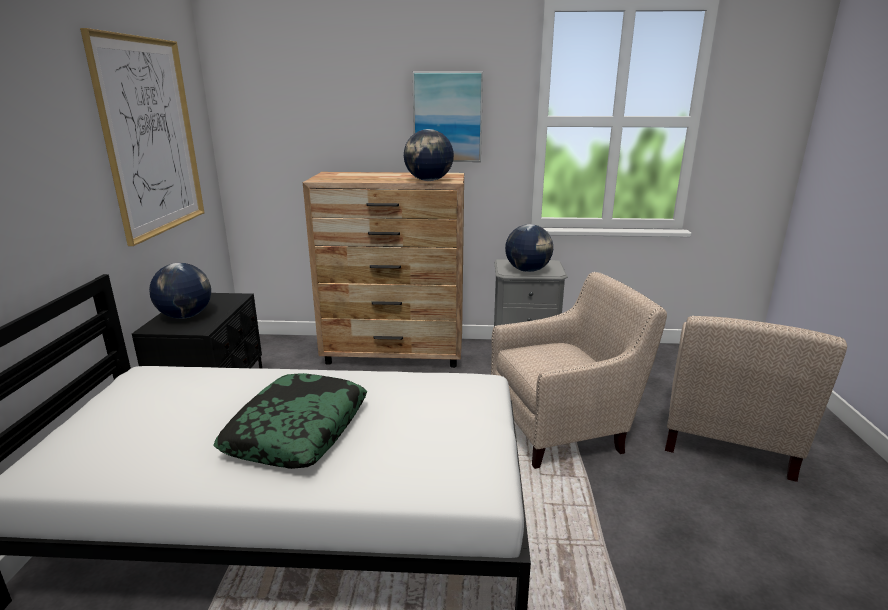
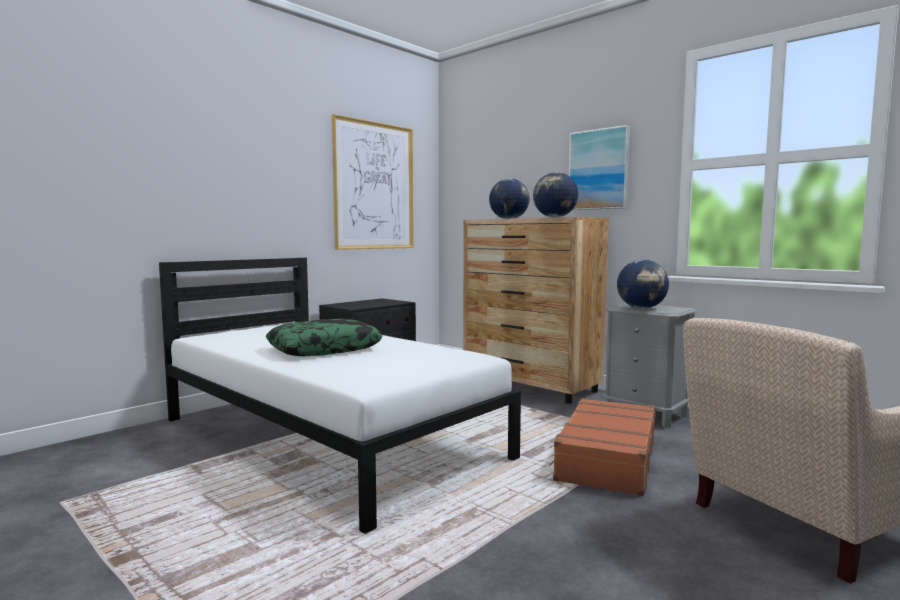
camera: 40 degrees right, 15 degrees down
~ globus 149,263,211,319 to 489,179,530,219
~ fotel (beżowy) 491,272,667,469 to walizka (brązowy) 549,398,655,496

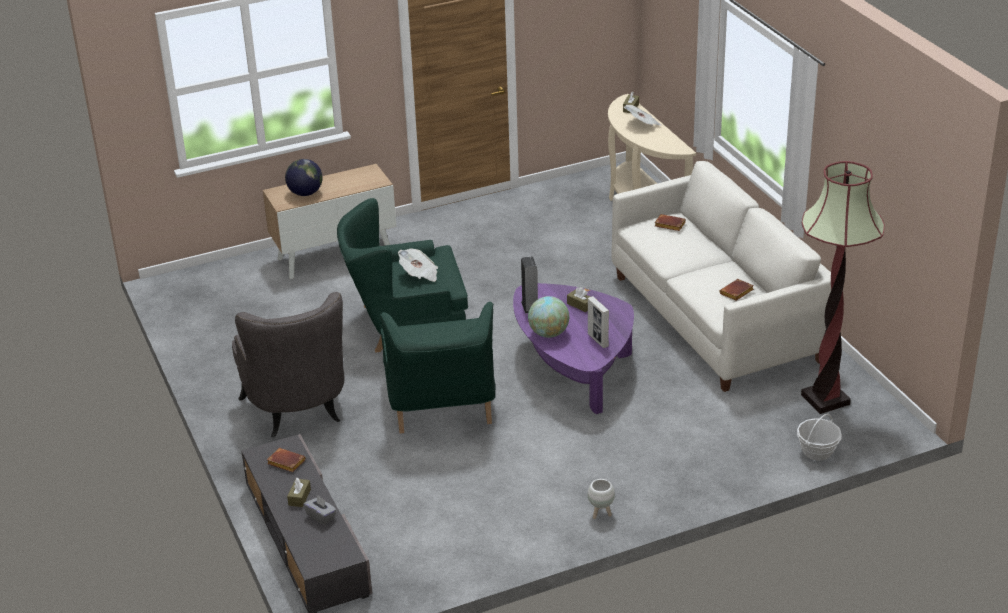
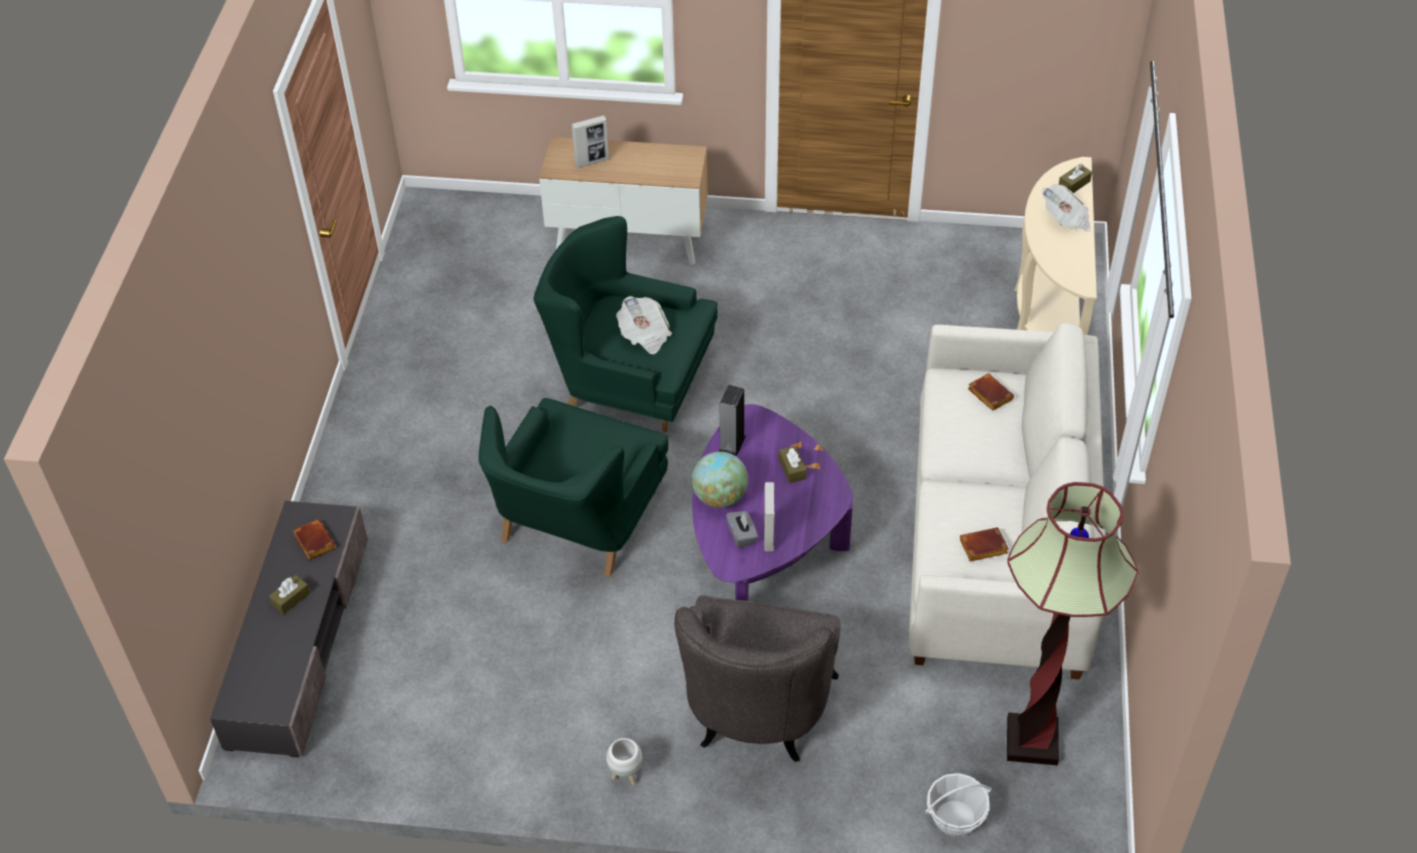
camera: 30 degrees right, 15 degrees up
~ globus 285,159,323,196 to ramka na zdjęcie 571,115,609,168
~ fotel (szary) 232,292,344,437 to 674,595,840,762
~ pudełko chusteczek (szary) 303,495,336,525 to 726,511,758,548

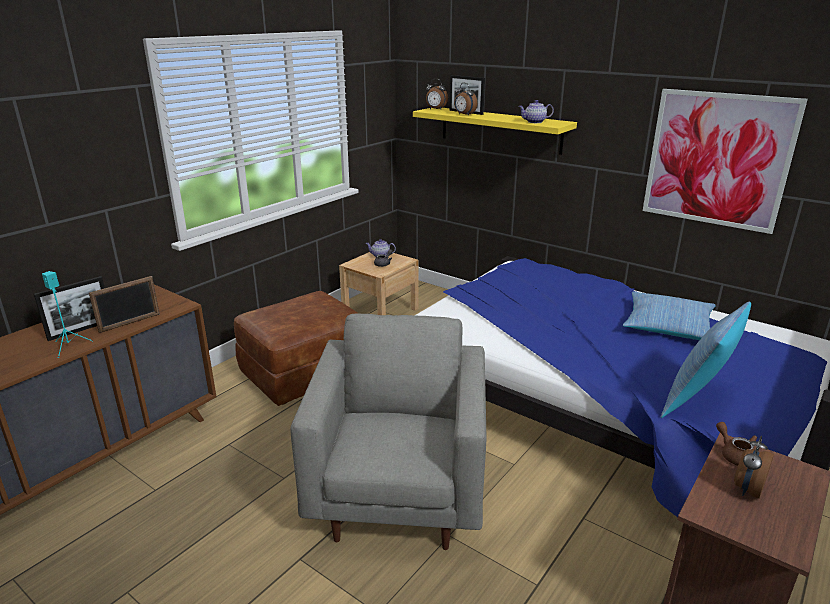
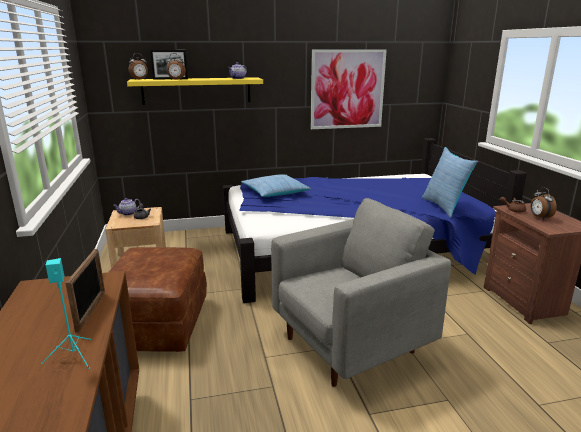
camera: 50 degrees left, 5 degrees down
~ poduszka 623,292,716,340 to 241,174,311,197
~ fotel (szary) 290,314,486,550 = 271,198,451,387 105 degrees clockwise
- ramka na zdjęcie 34,276,105,341

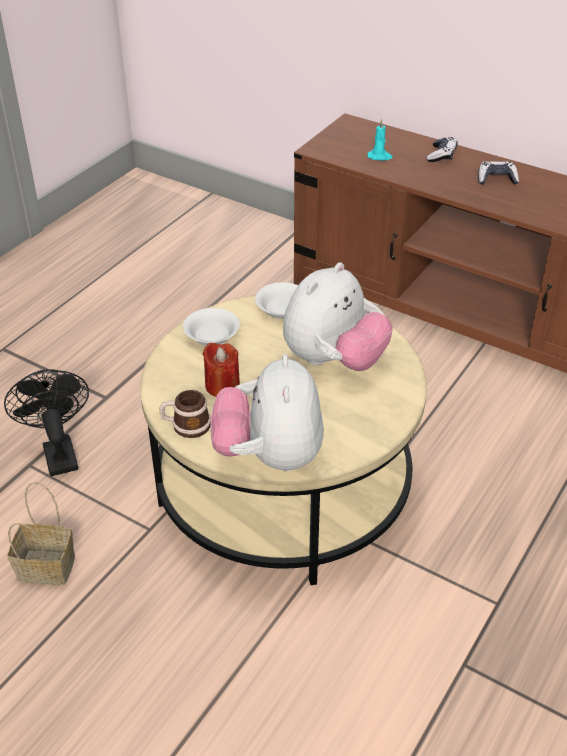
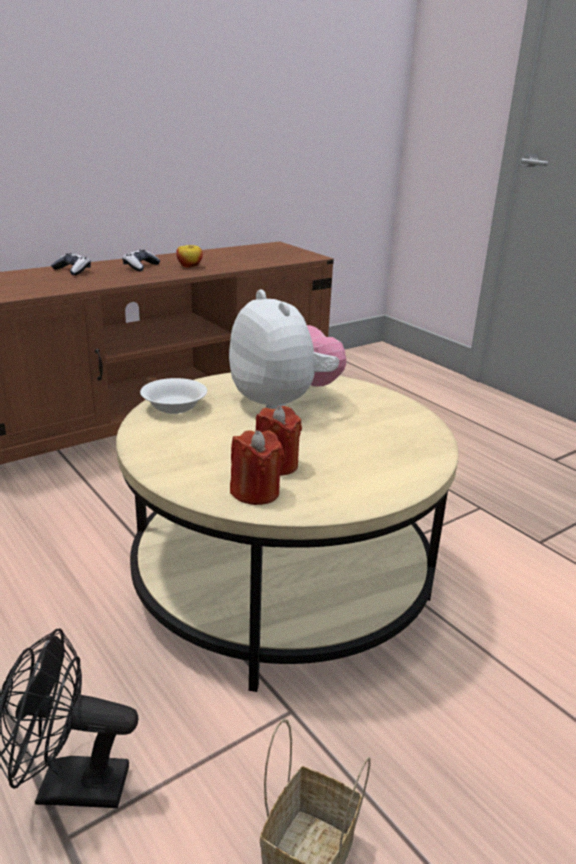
camera: 70 degrees left, 15 degrees down
+ jabłko 176,245,203,268
+ świeca (czerwony) 230,430,285,505
- kubek 160,390,211,438
- miska (biały) 183,308,240,345
- pluszak 211,354,324,471
- świeca (turkusowy) 368,119,393,161

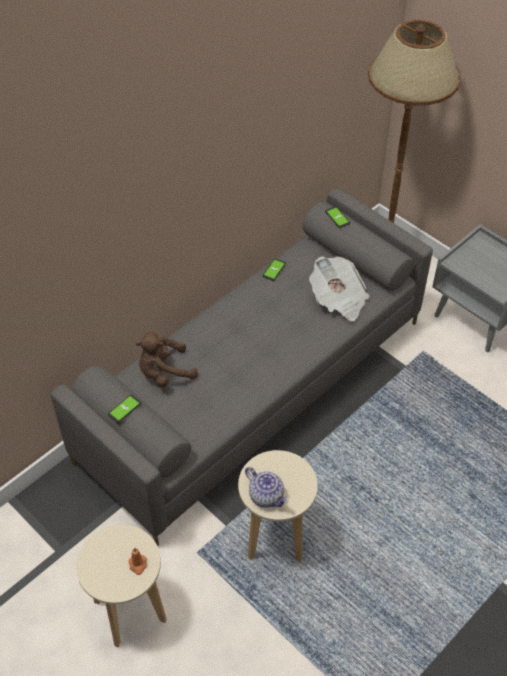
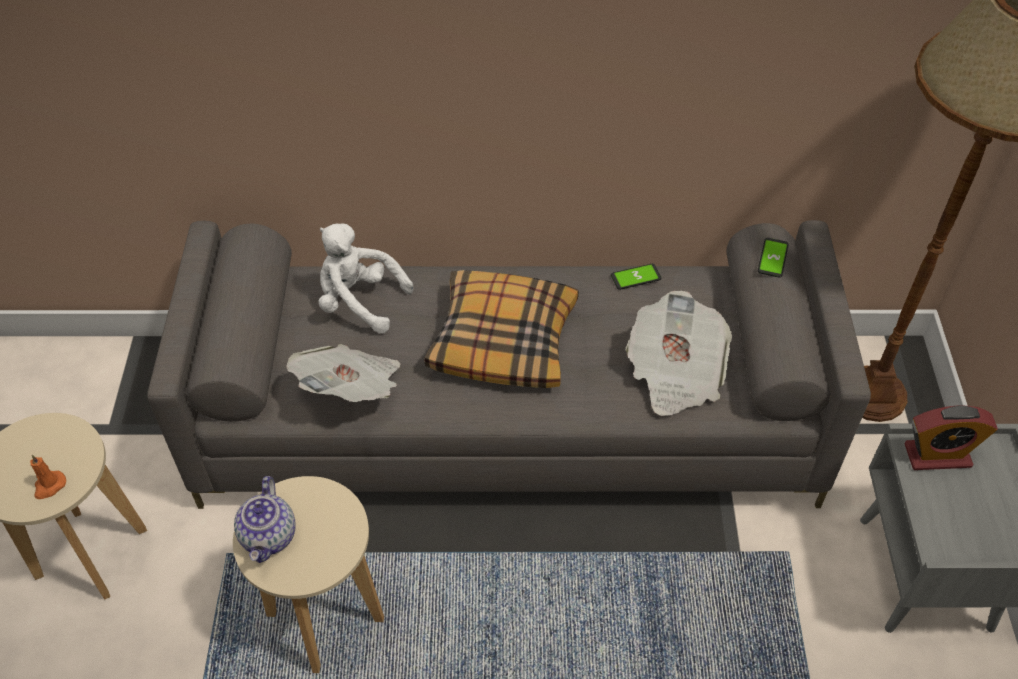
camera: 45 degrees right, 0 degrees up
+ gazeta 287,344,401,402
~ pluszak (brązowy) 136,332,198,387 to pluszak (biały) 319,224,413,334
+ poduszka 424,270,579,388
+ budzik 904,406,998,470
- telefon 108,395,141,423

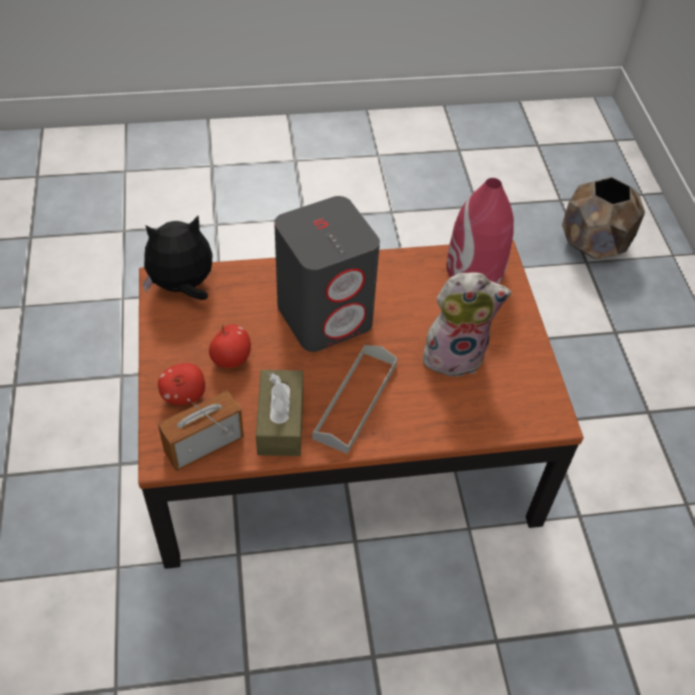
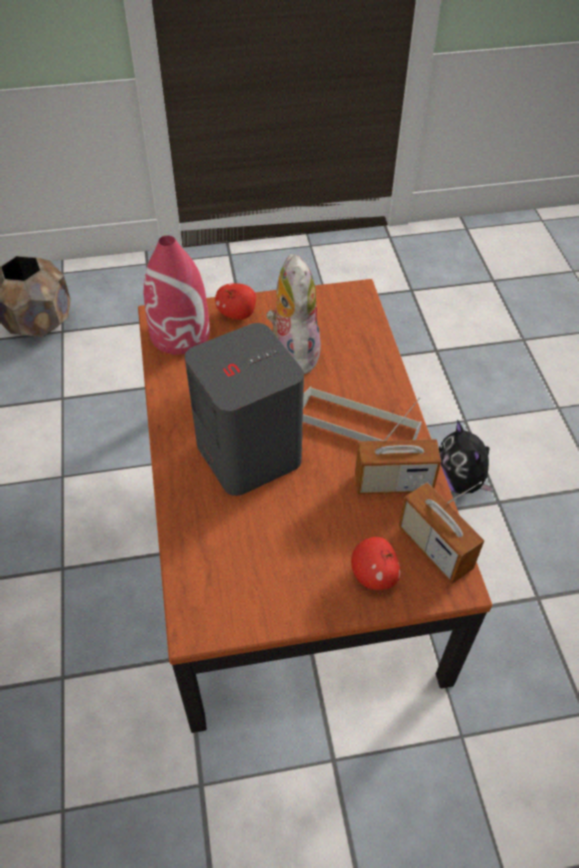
camera: 90 degrees left, 0 degrees up
~ jabłko 209,324,251,368 to 215,283,256,320
~ pudełko chusteczek (brązowy) 256,370,303,456 to radio 355,397,441,494
~ pluszak 143,216,212,300 to 439,419,494,494

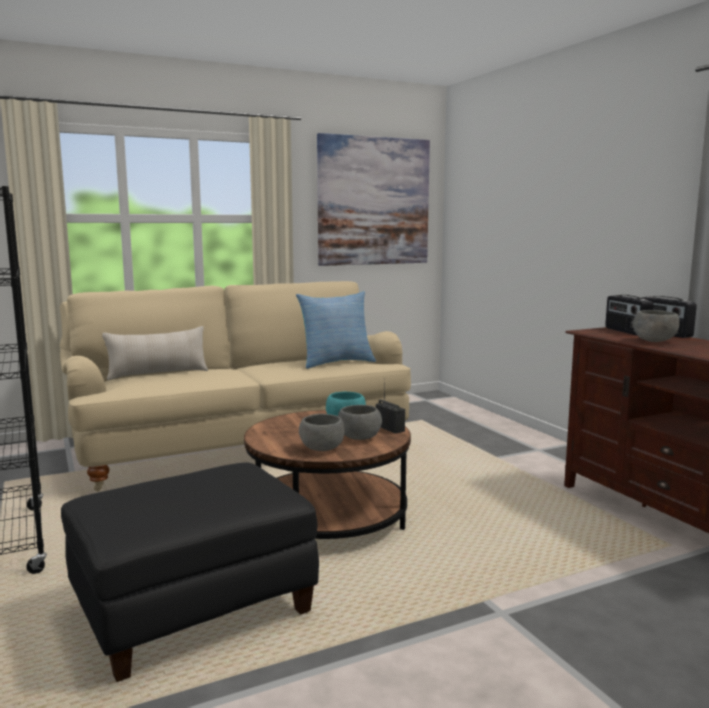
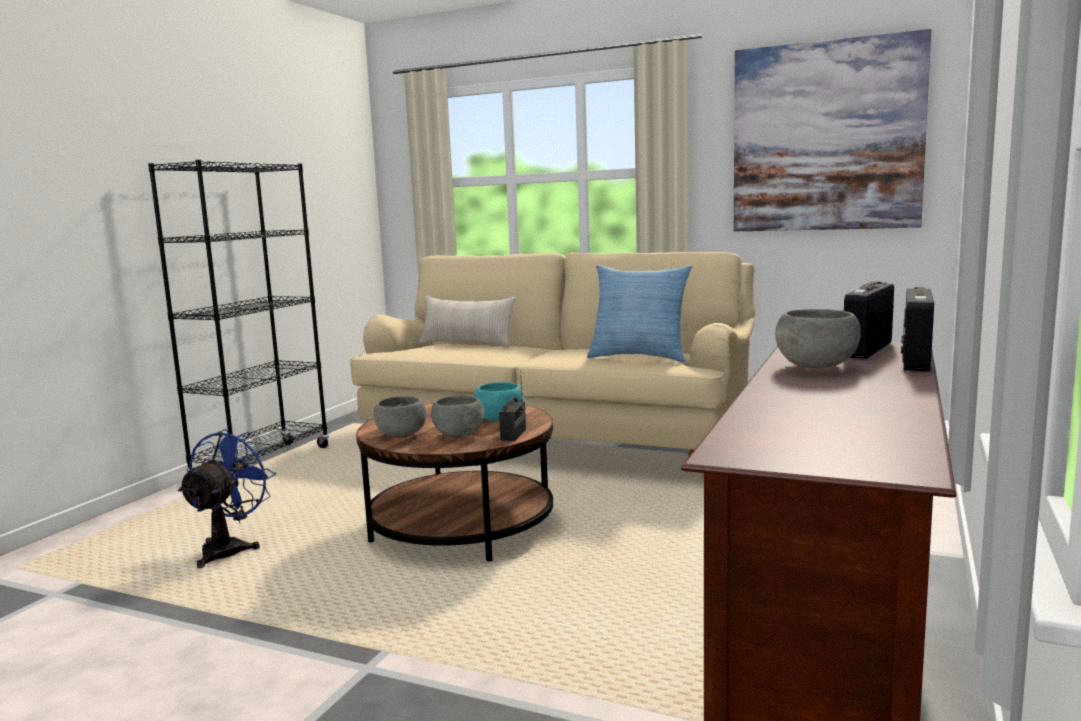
camera: 50 degrees right, 0 degrees up
~ pufa (czarny) 61,462,319,682 to wentylator (niebieski) 178,429,276,568

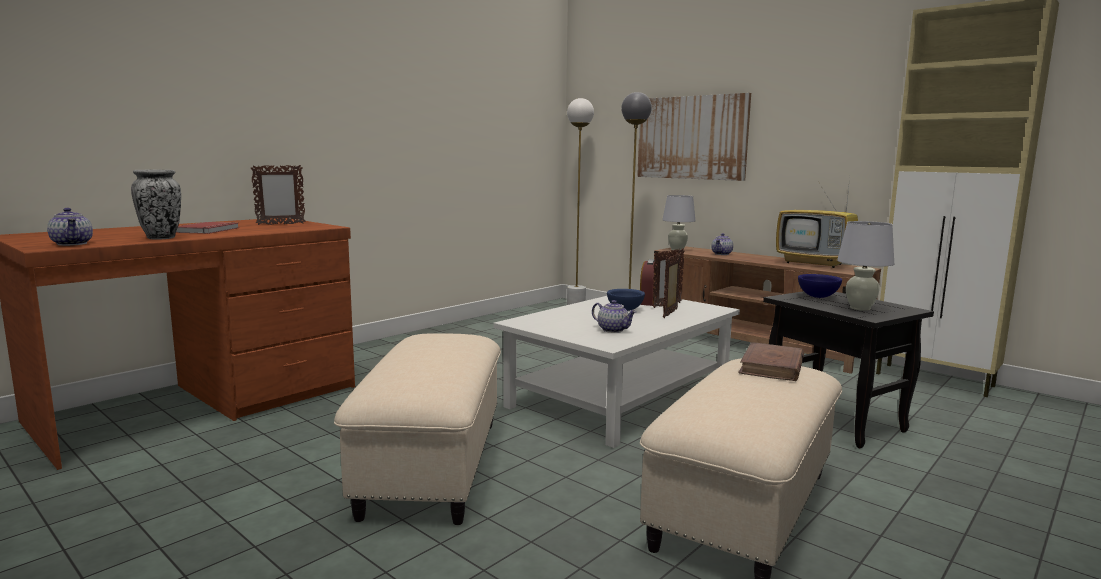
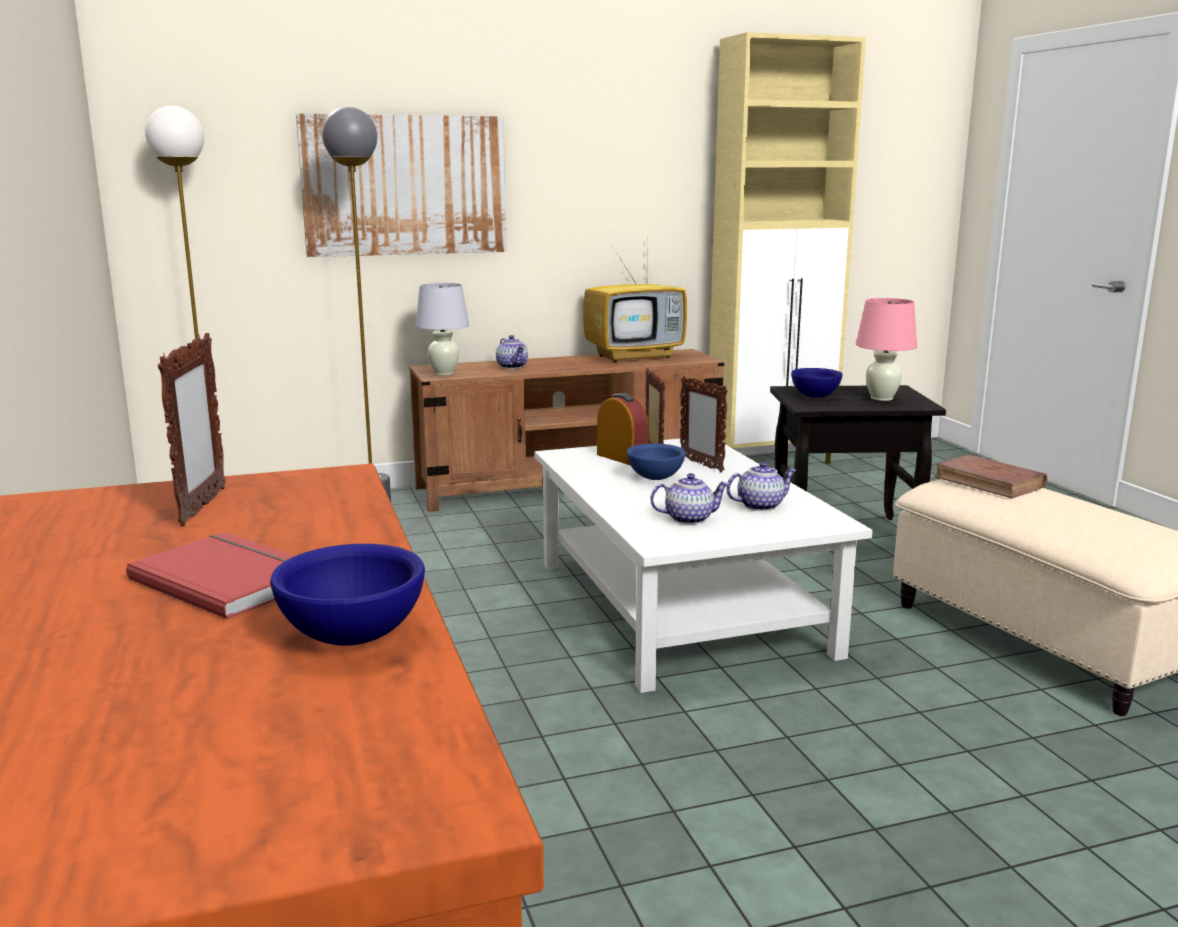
camera: 60 degrees left, 5 degrees up
~ wazon 131,170,181,240 to miska (niebieski) 270,544,425,646
~ imbryk 47,208,93,246 to 650,473,729,524
~ lampa stołowa (biały) 837,221,894,311 to lampa stołowa (różowy) 856,298,917,401
- pufa (beżowy) 334,333,501,525

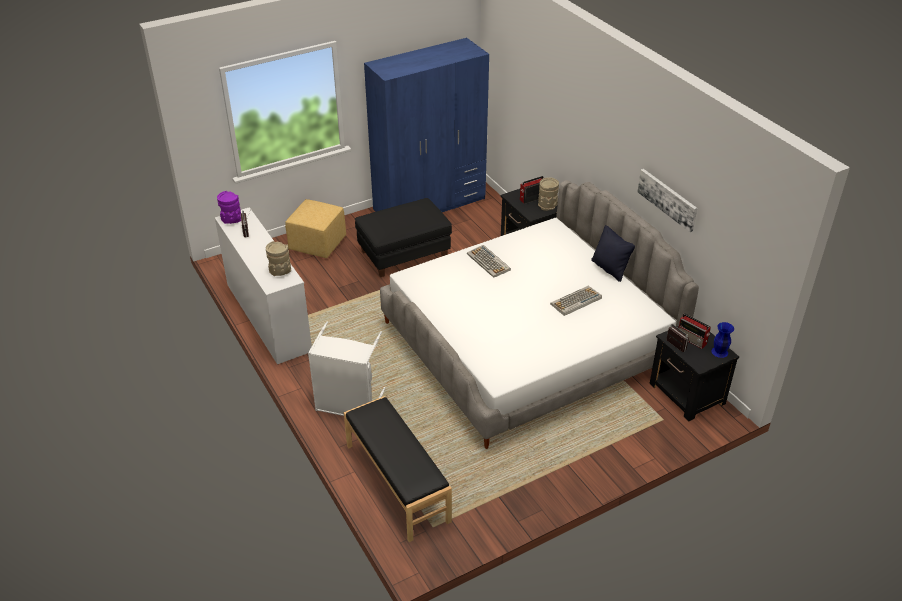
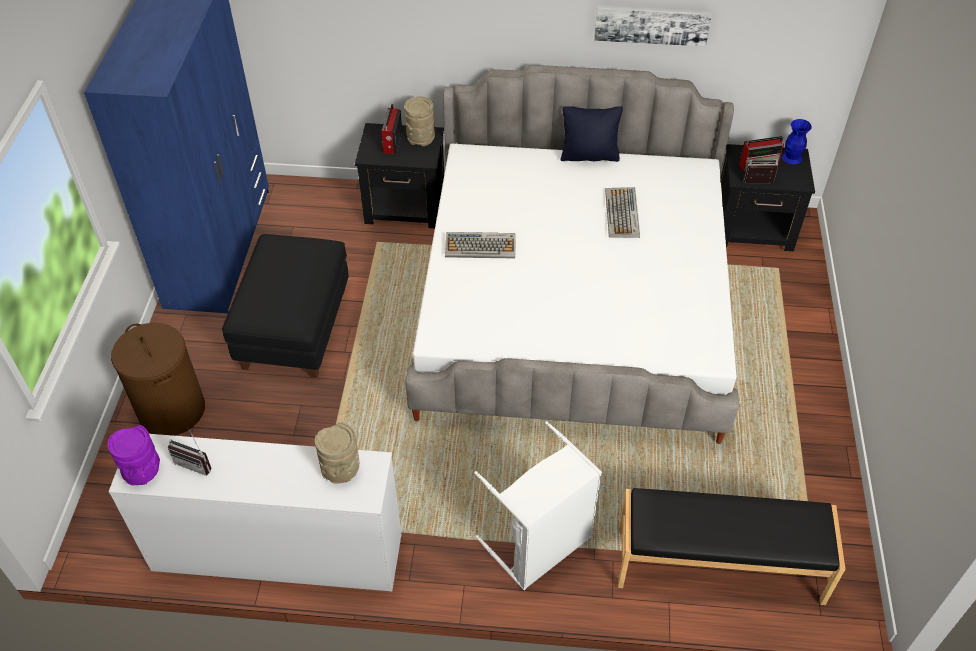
camera: 55 degrees left, 10 degrees up
~ pufa (żółty) 285,199,346,258 to kosz na pranie (brązowy) 111,323,205,436

